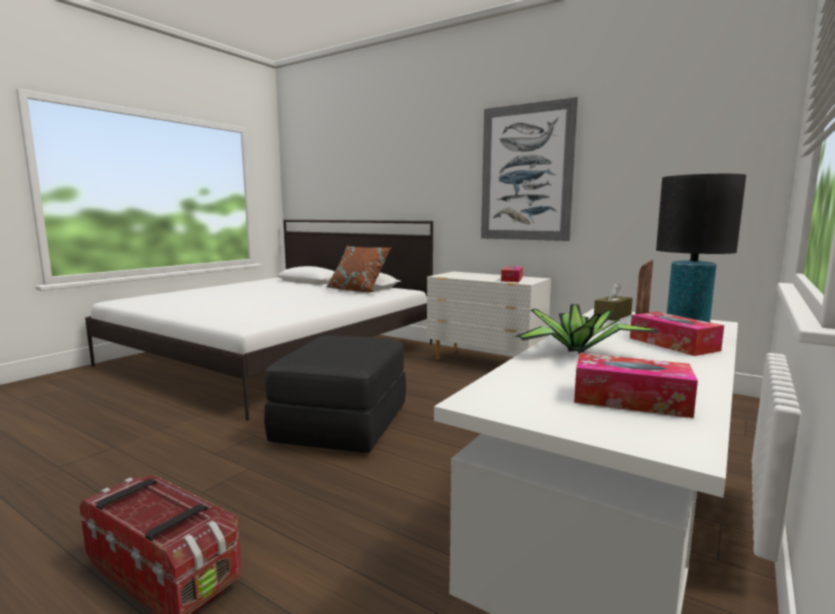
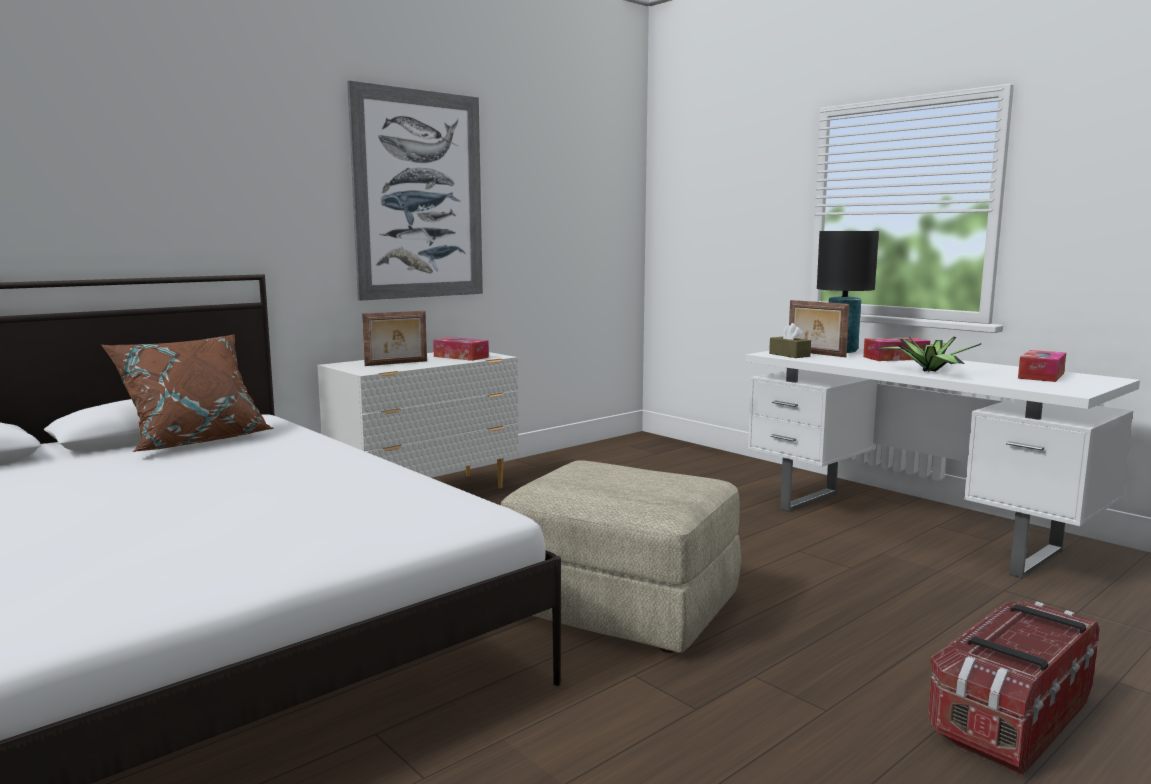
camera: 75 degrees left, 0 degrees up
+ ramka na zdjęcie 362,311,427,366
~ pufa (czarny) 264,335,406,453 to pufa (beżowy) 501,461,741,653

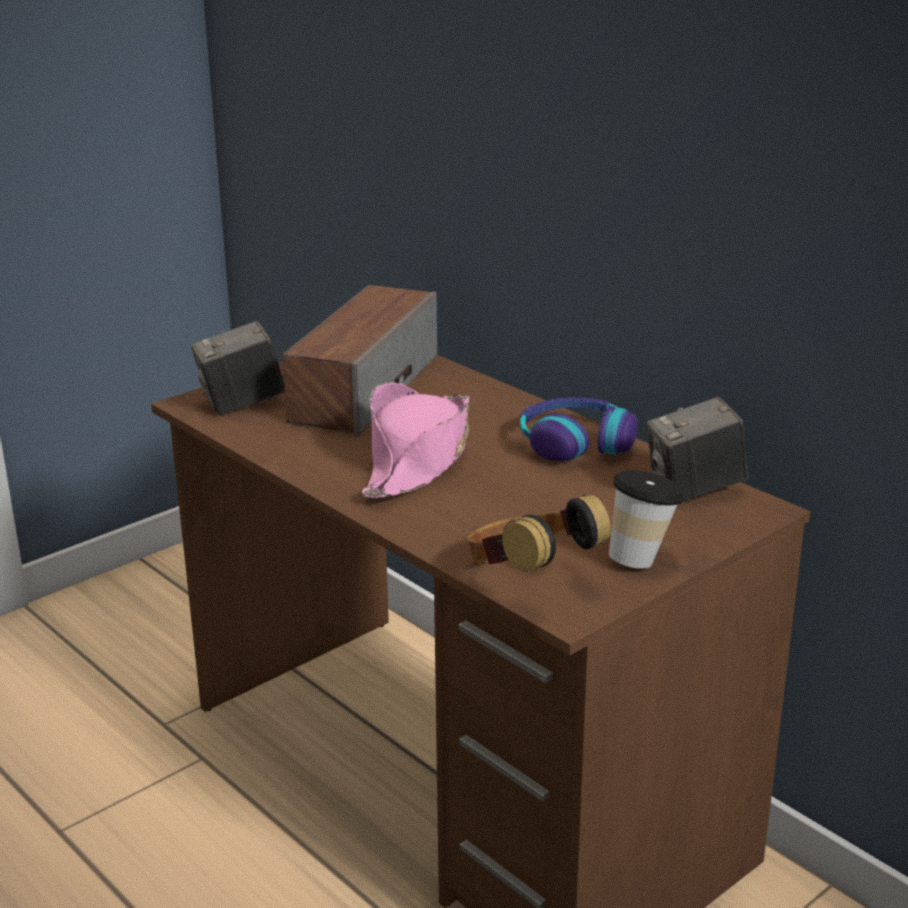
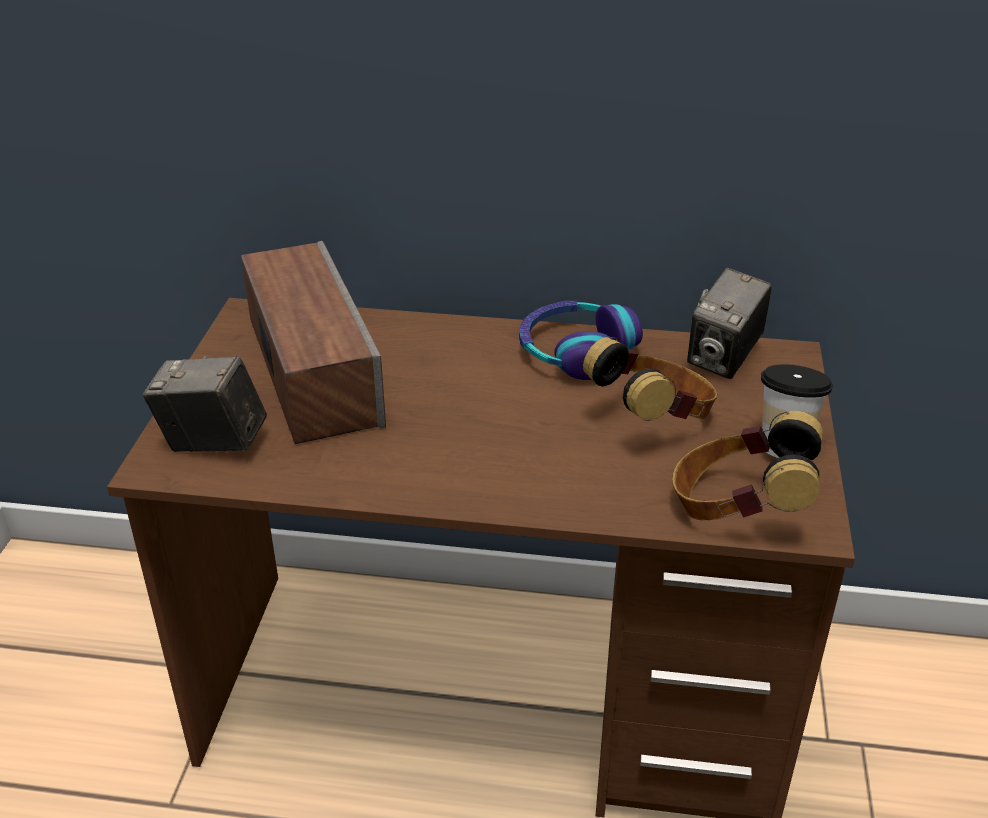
camera: 40 degrees left, 10 degrees up
~ aparat fotograficzny 191,321,285,415 = 143,356,267,452 75 degrees clockwise
+ słuchawki 583,337,717,421
- kapelusz (różowy) 362,382,469,498

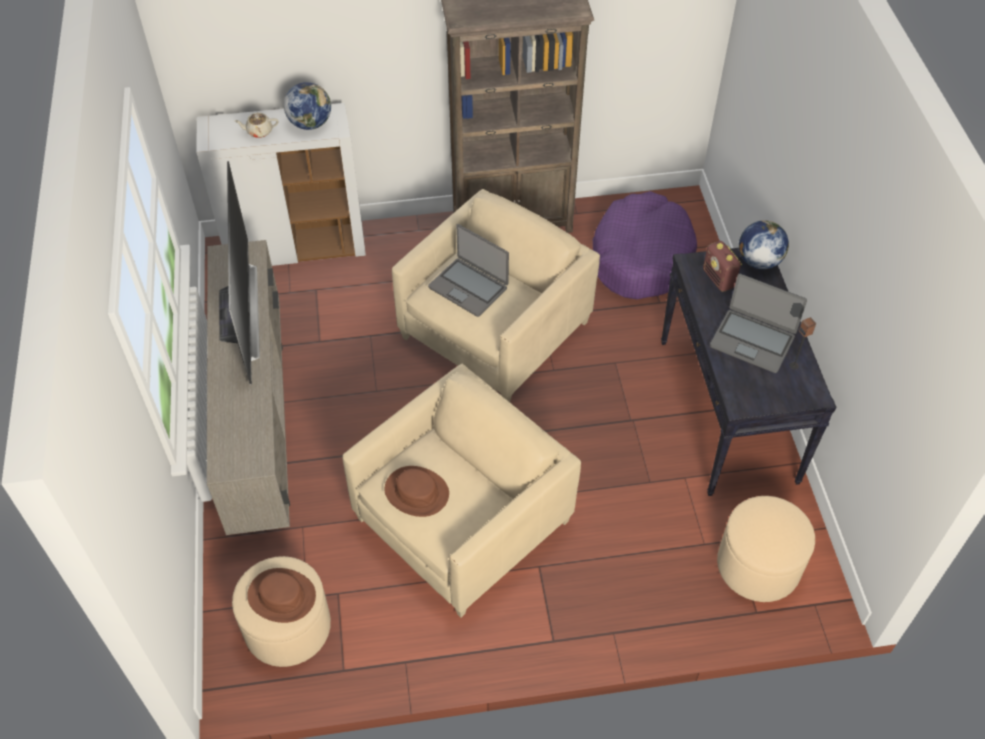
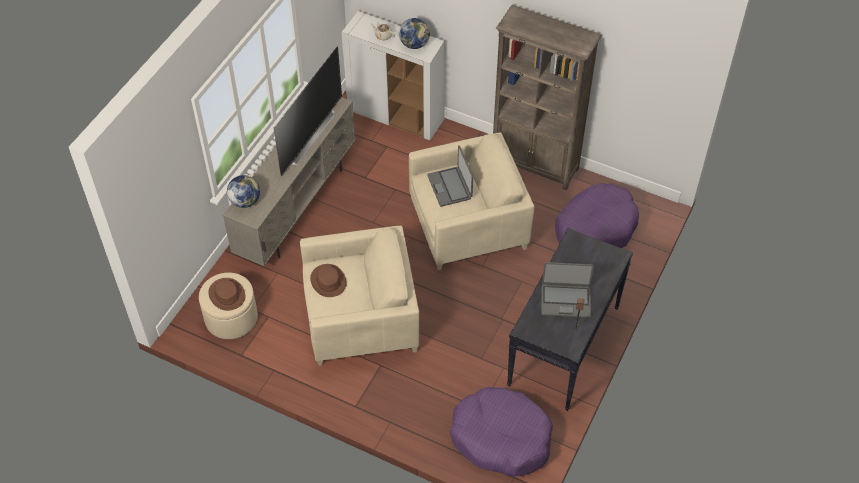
camera: 35 degrees right, 0 degrees up
~ globus 739,220,789,269 to 227,175,260,208
~ pufa (beżowy) 717,496,815,602 to legowisko (fioletowy) 450,387,553,477
~ laptop 710,274,807,373 = 541,262,594,318 60 degrees counterclockwise
- radio 703,241,742,292

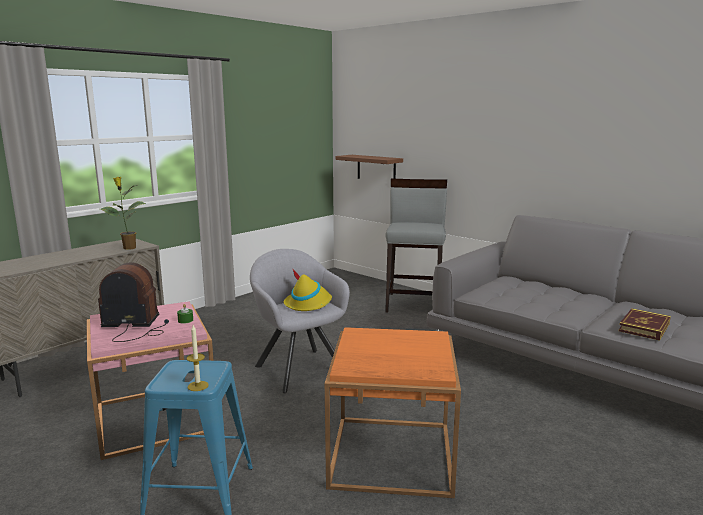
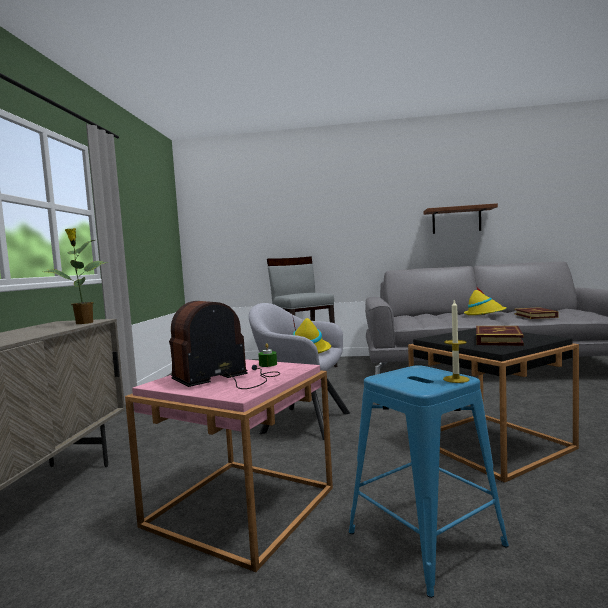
camera: 35 degrees left, 10 degrees down
~ stolik (pomarańczowy) 325,327,461,498 to stolik (czarny) 408,328,579,483
~ półka (brązowy) 336,155,403,179 to 423,203,498,234
+ kapelusz (żółty) 464,288,507,315
+ książka 476,326,524,346

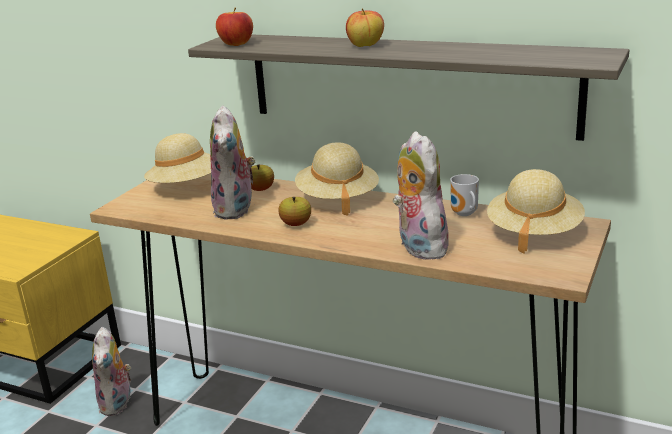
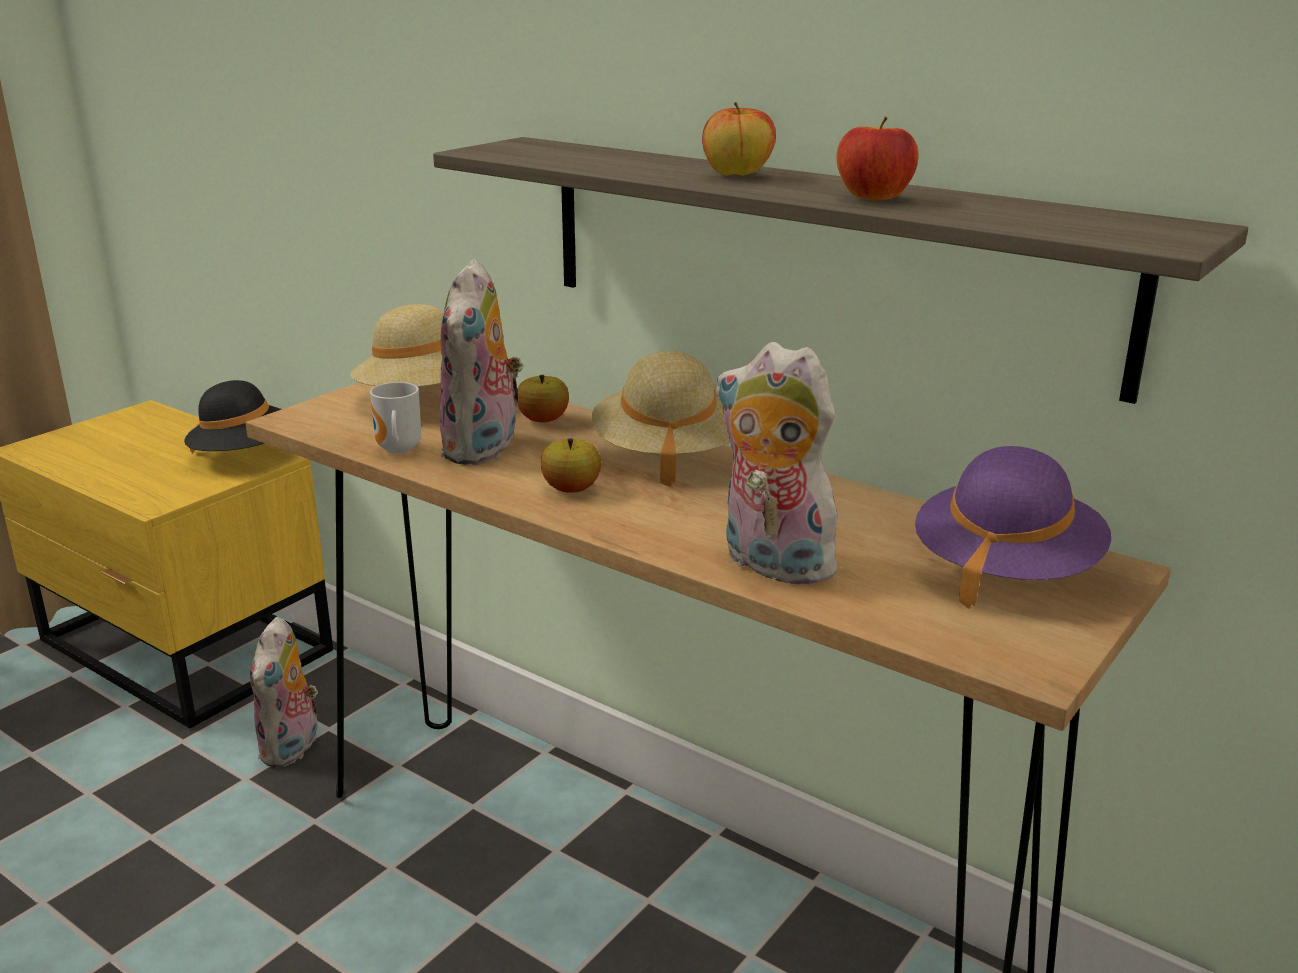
camera: 10 degrees right, 0 degrees up
+ kapelusz (czarny) 184,380,281,454
~ kubek 450,174,479,216 to 370,382,421,454
~ pluszak 393,131,449,260 = 715,342,842,585 45 degrees counterclockwise
~ jabłko 216,7,253,46 to 836,116,918,201
~ kapelusz (beżowy) 487,169,585,253 to kapelusz (fioletowy) 915,446,1111,609

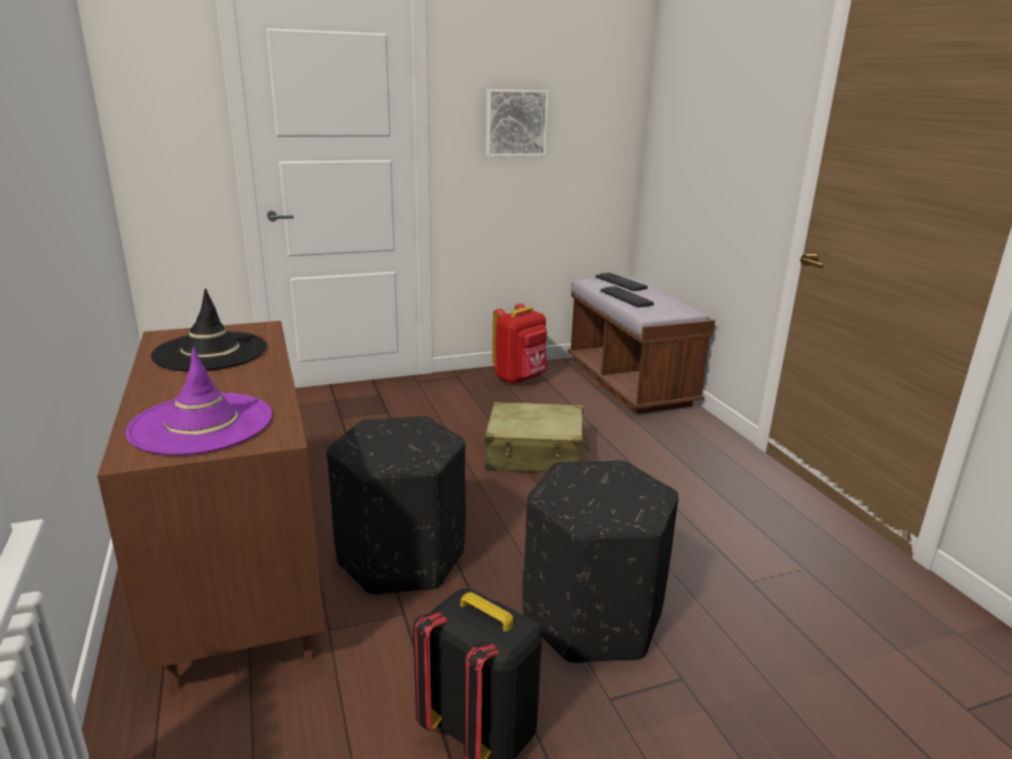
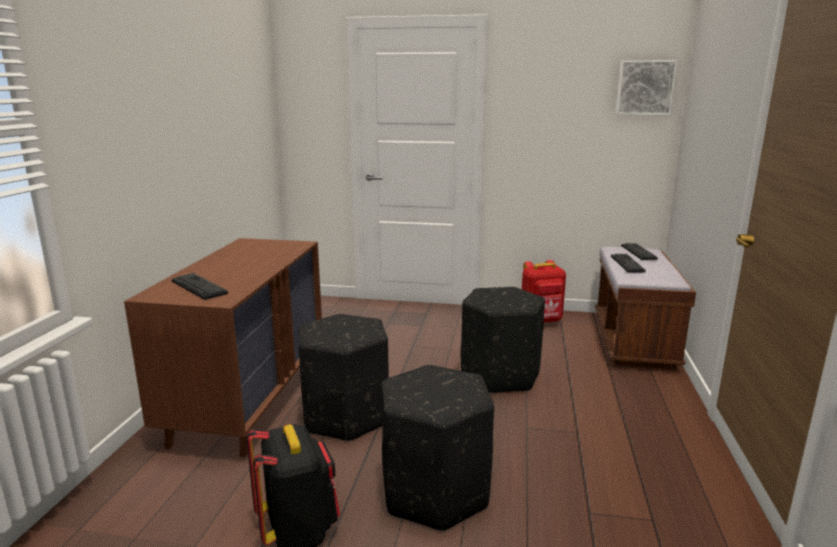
camera: 30 degrees right, 5 degrees down
~ kapelusz (fioletowy) 126,347,272,455 to klawiatura 172,273,228,300
~ walizka (beżowy) 485,402,590,473 to pufa (czarny) 461,287,545,394
~ obraz 486,89,549,157 to 616,60,677,115
- kapelusz (czarny) 151,288,267,371

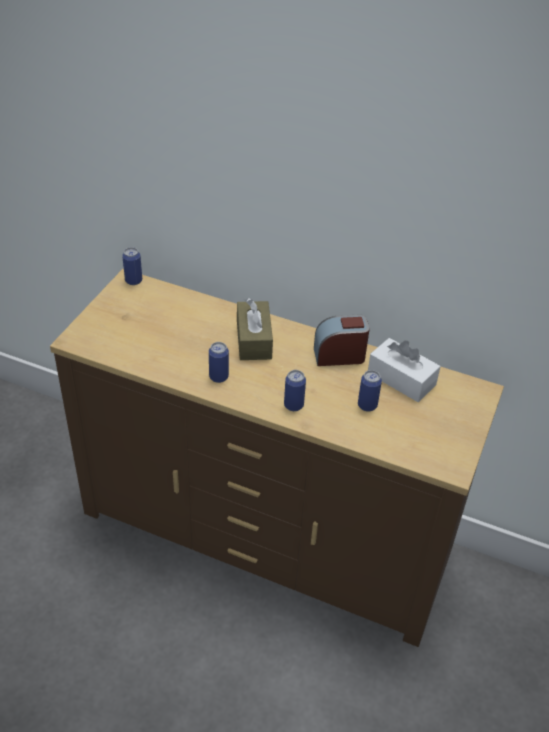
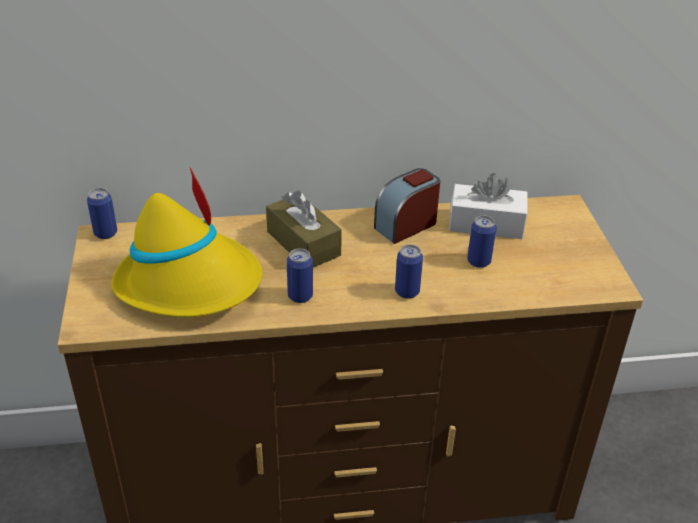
camera: 30 degrees left, 5 degrees down
+ kapelusz (żółty) 112,167,262,317

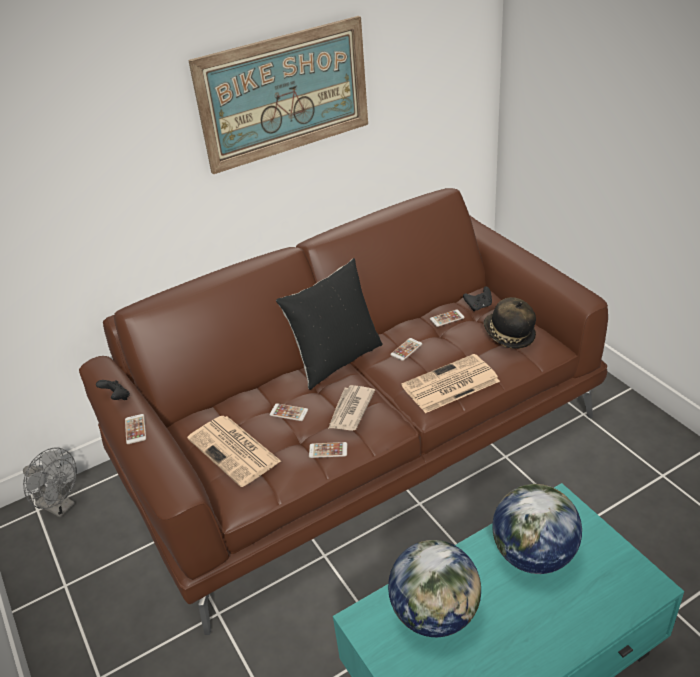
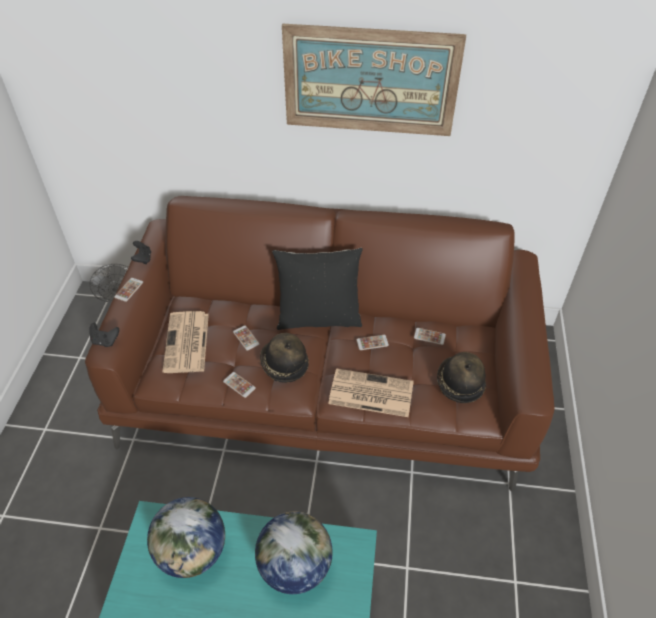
camera: 35 degrees right, 10 degrees up
~ pad do gier (czarny) 463,286,492,311 to 89,323,119,347
~ gazeta 328,385,375,431 to kapelusz 260,333,309,383

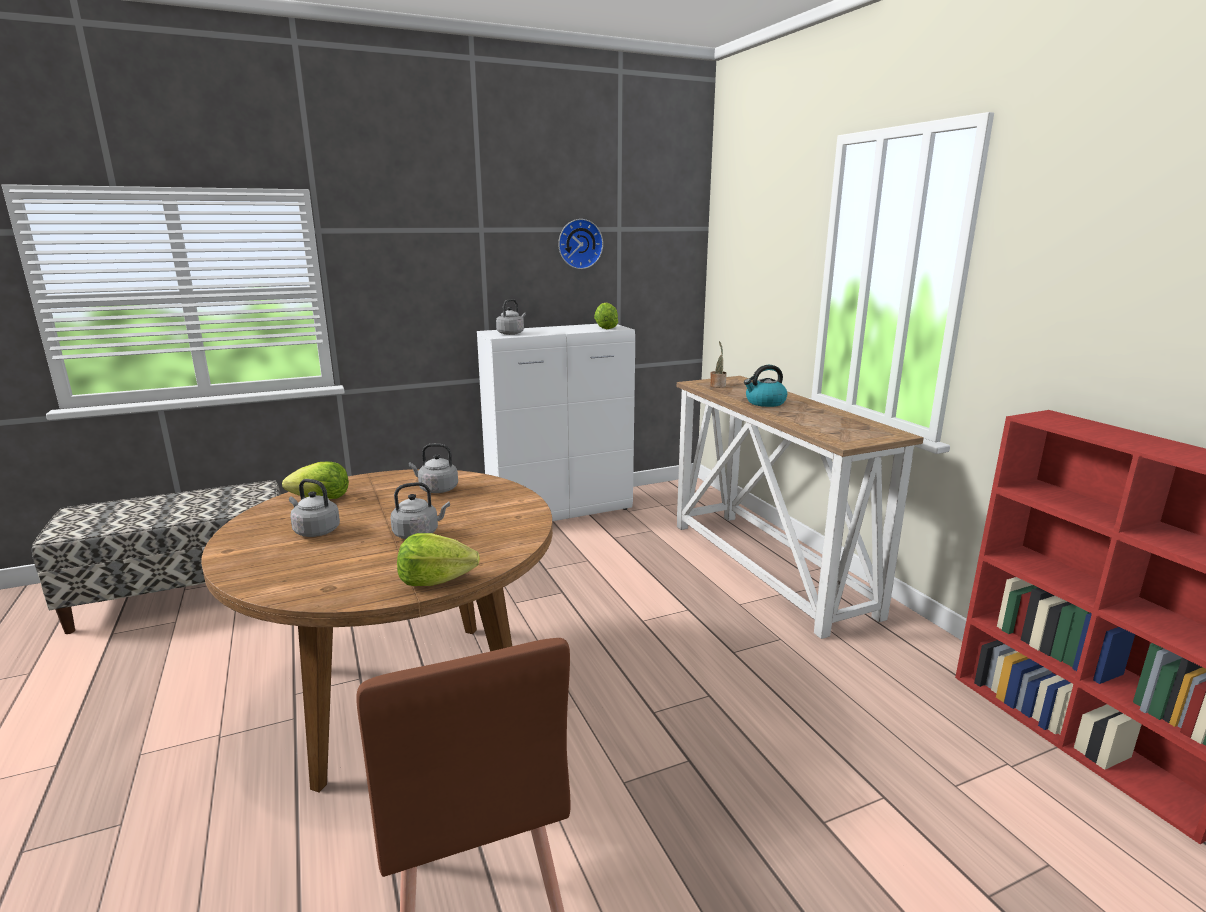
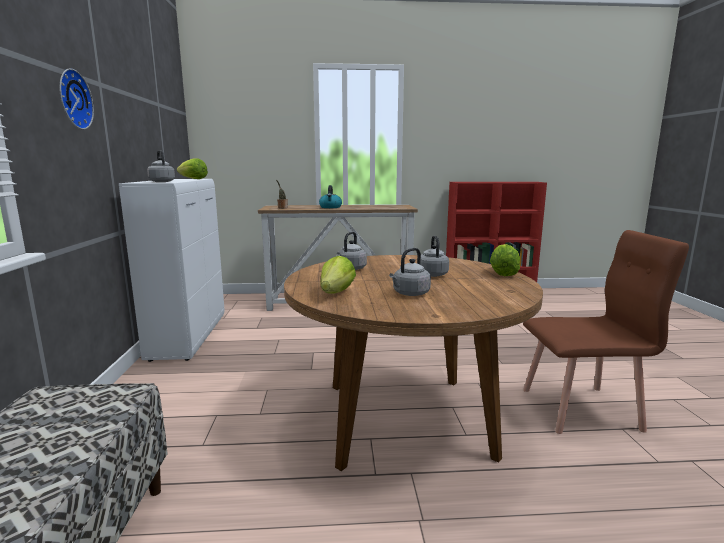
camera: 70 degrees left, 5 degrees down
~ zegar ścienny 558,219,603,269 to 59,68,94,129

